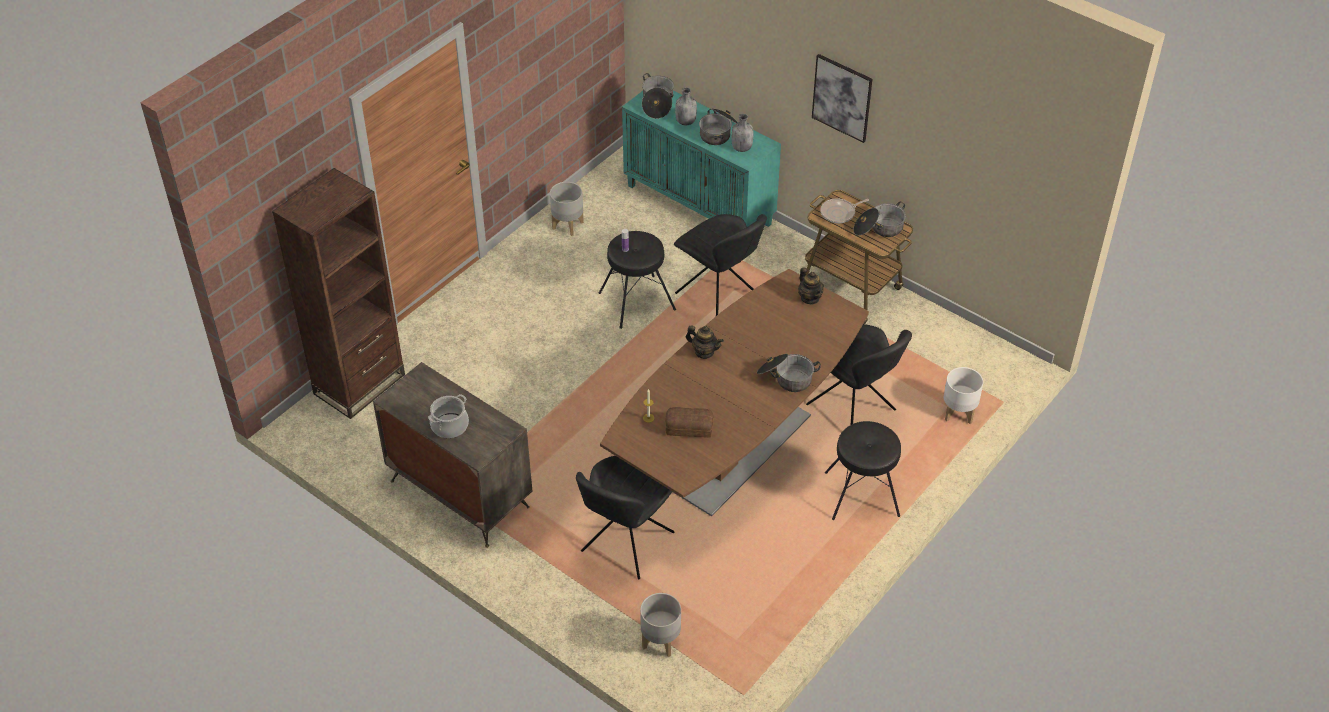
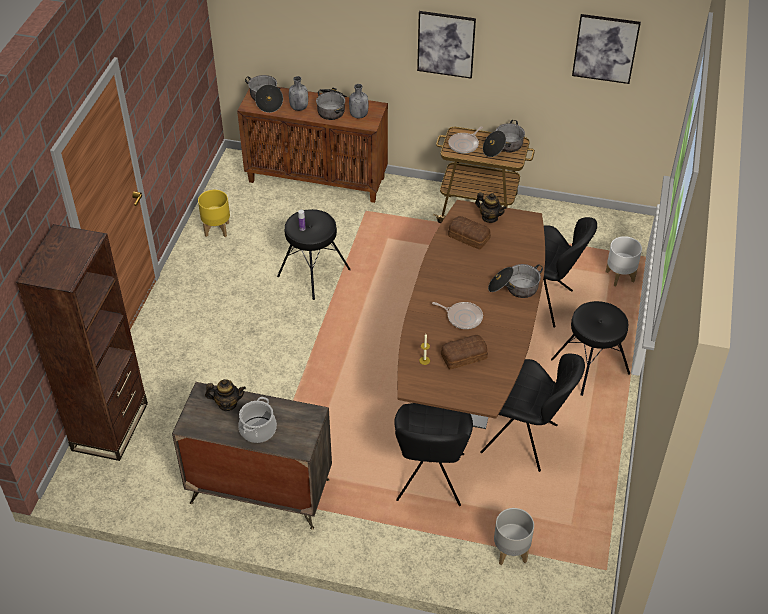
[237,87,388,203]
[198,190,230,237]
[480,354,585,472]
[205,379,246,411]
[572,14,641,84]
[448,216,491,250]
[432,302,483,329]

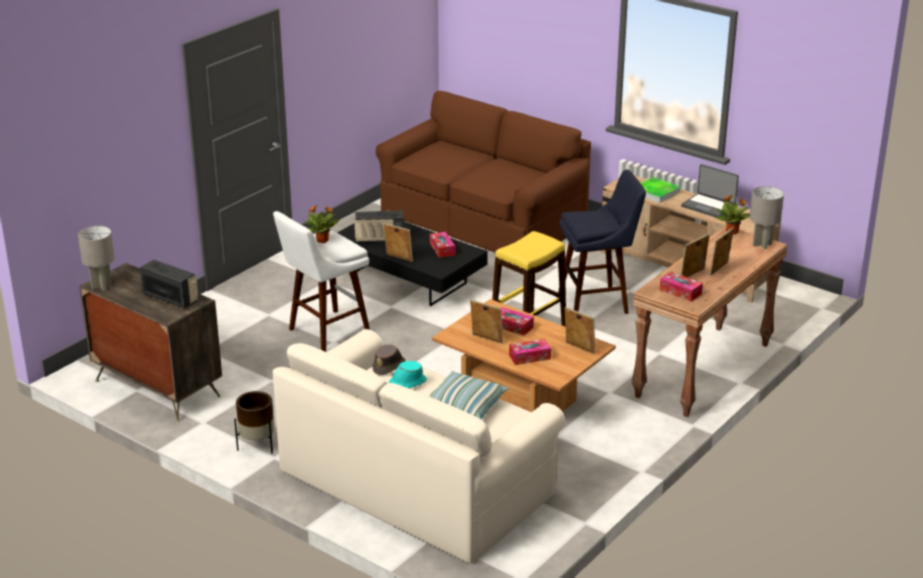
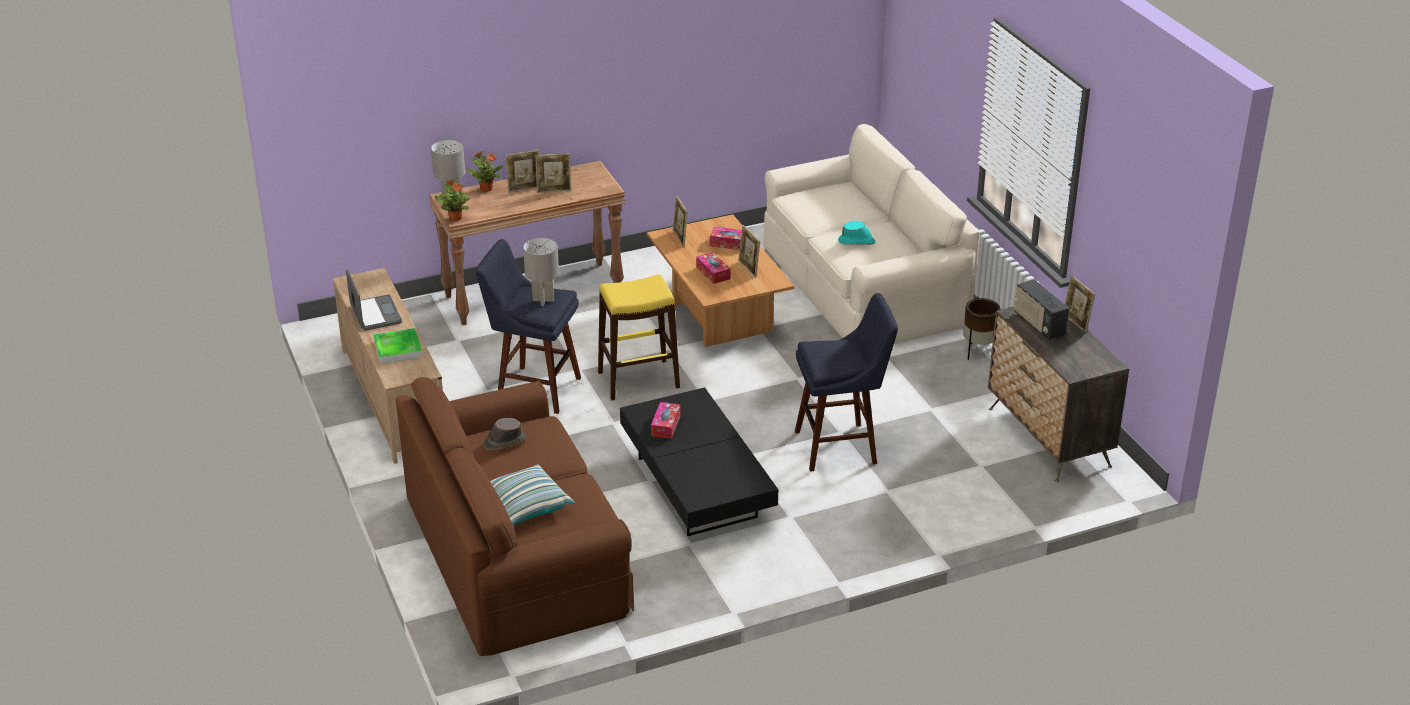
[467,151,504,192]
[355,210,404,243] (first image)
[795,293,898,472]
[1065,275,1095,333]
[523,238,559,306]
[660,272,703,302] (first image)
[484,418,527,450]
[490,464,574,525]

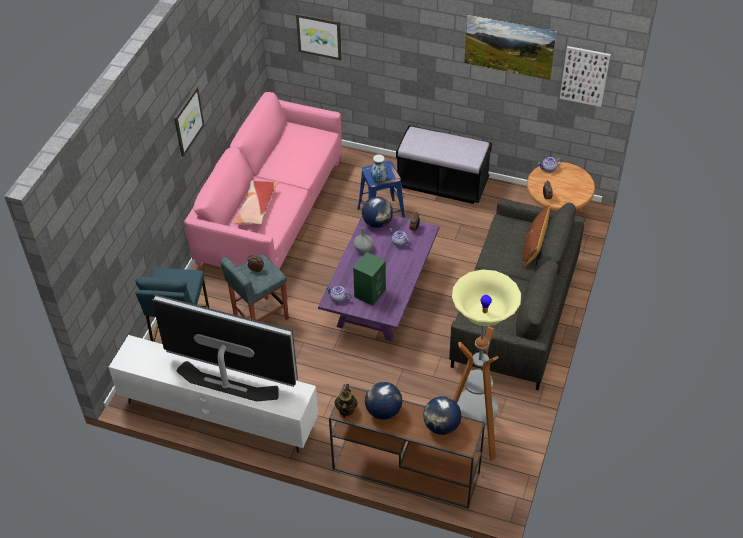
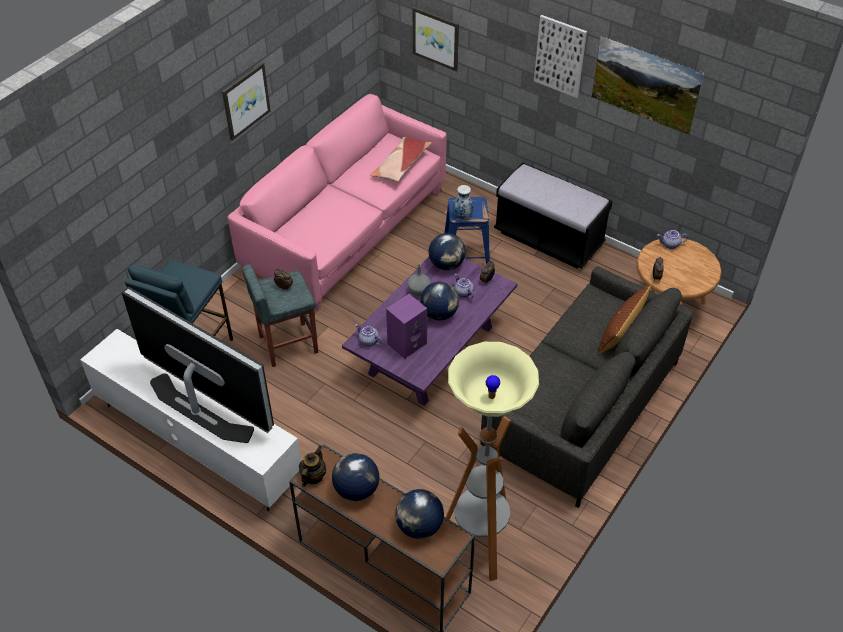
[534,15,587,98]
[370,137,432,181]
[386,294,427,359]
[420,282,459,321]

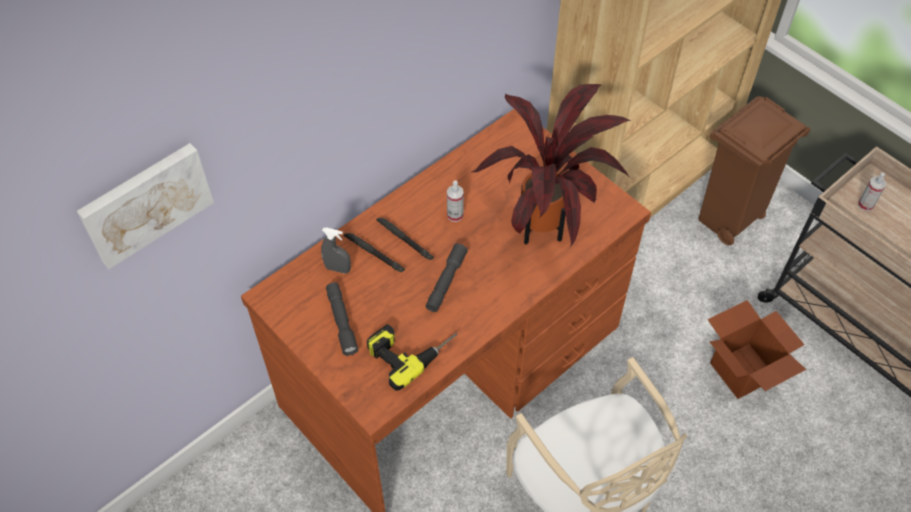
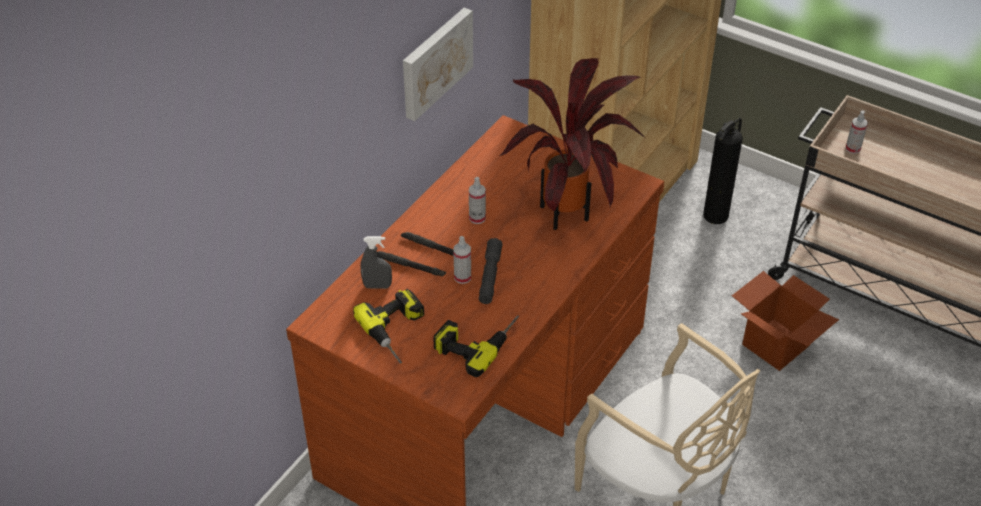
[703,118,743,224]
[403,8,473,121]
[353,289,424,363]
[453,236,471,284]

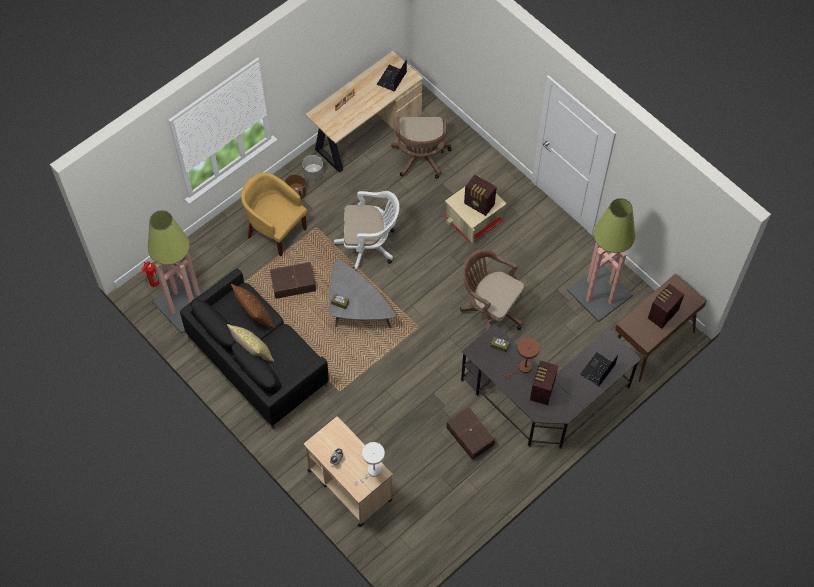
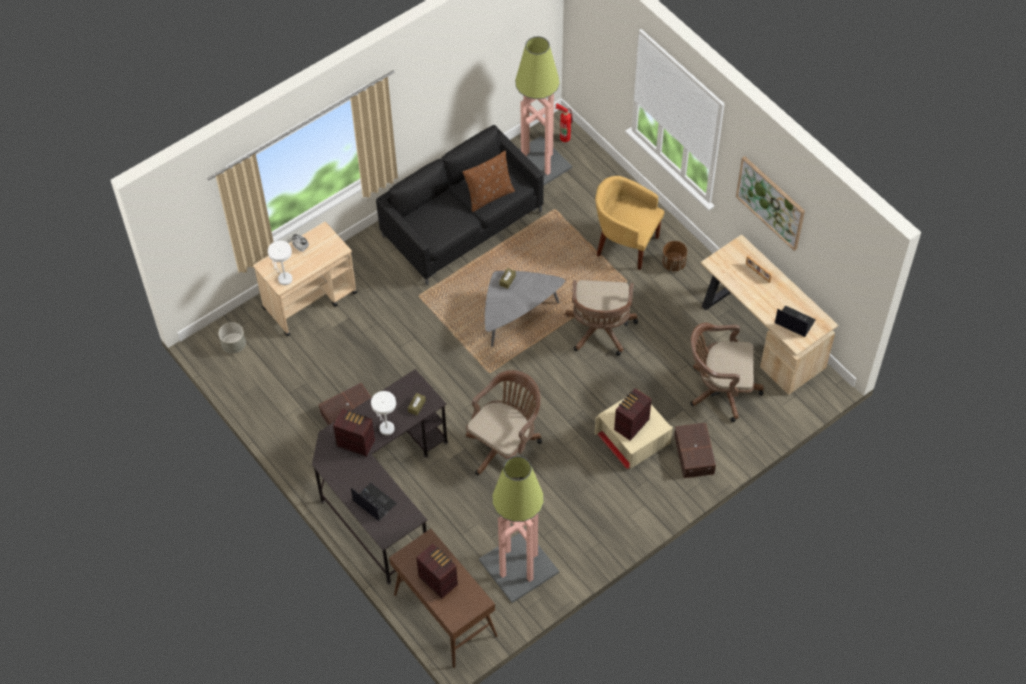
[218,322,246,354]
[595,176,665,270]
[565,280,638,356]
[674,423,716,478]
[227,324,274,362] (first image)
[371,391,396,435]
[736,156,805,251]

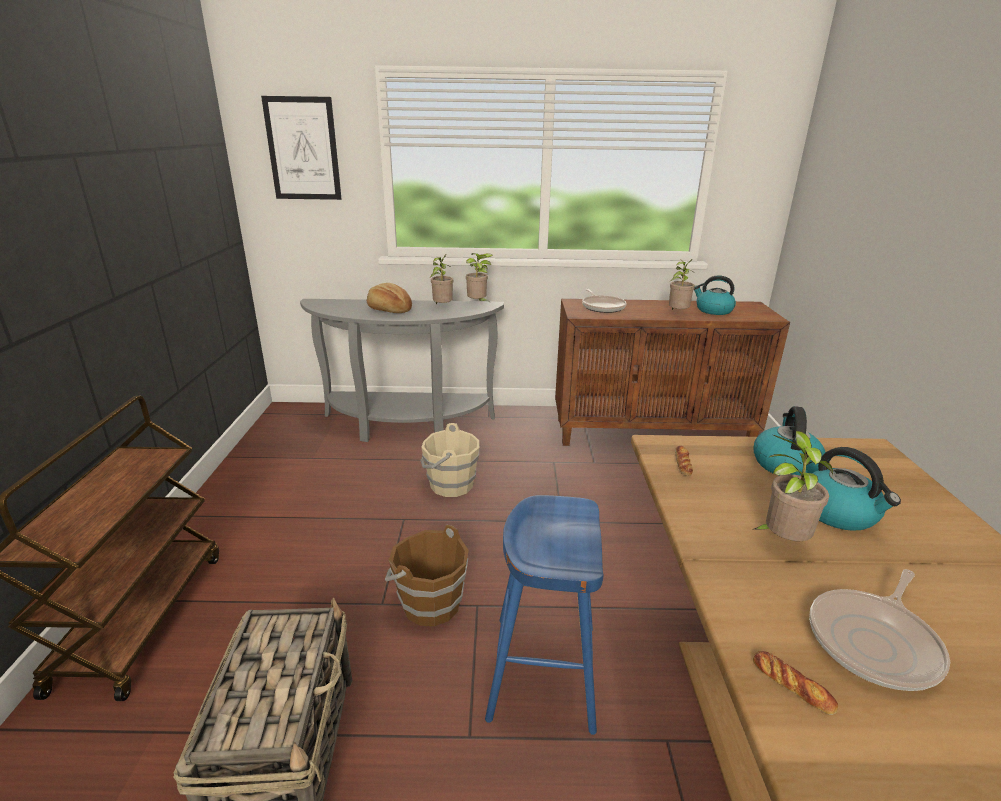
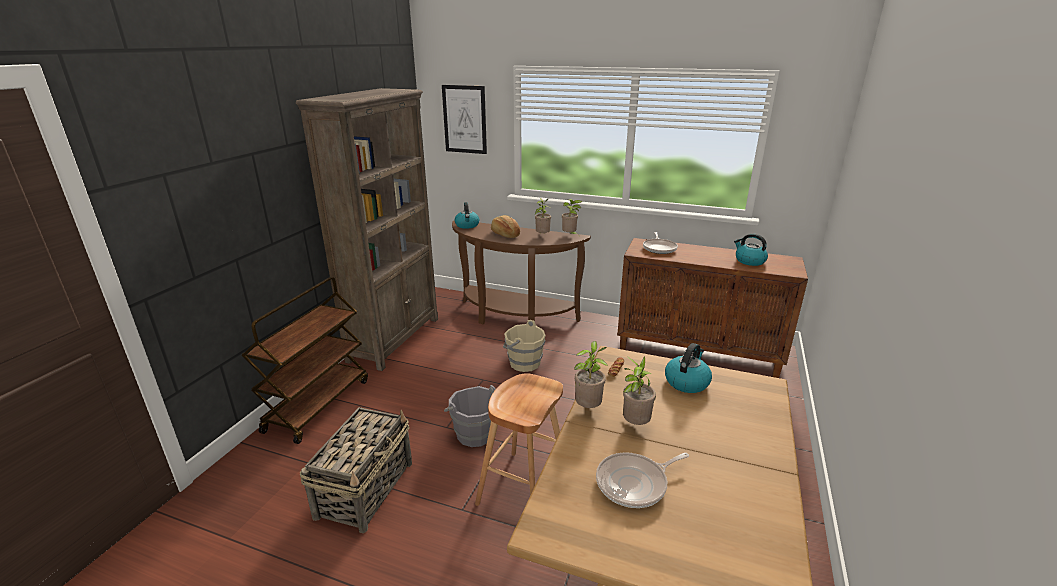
[574,341,608,408]
[452,221,591,324]
[454,202,479,229]
[475,373,563,506]
[444,385,496,447]
[753,651,838,715] (first image)
[296,88,438,371]

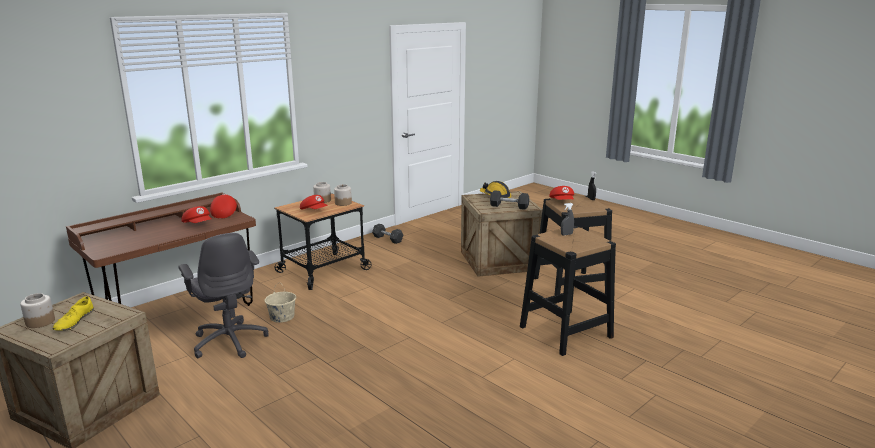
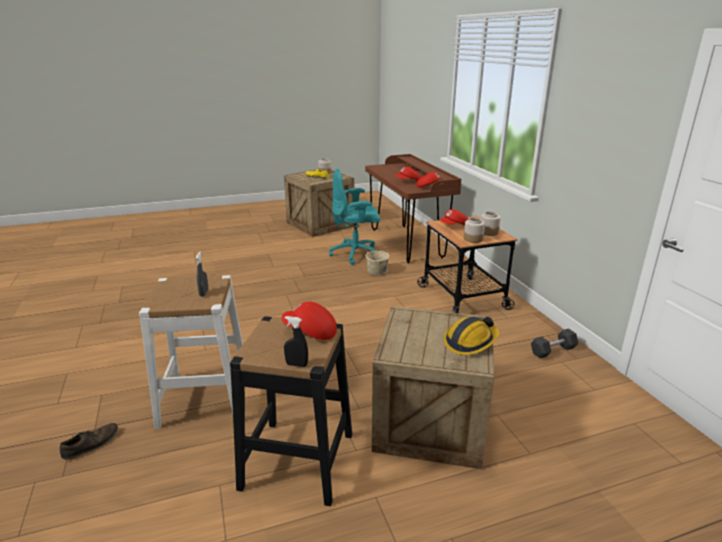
[490,190,529,210] (first image)
[139,275,243,429]
[329,169,380,265]
[60,423,118,460]

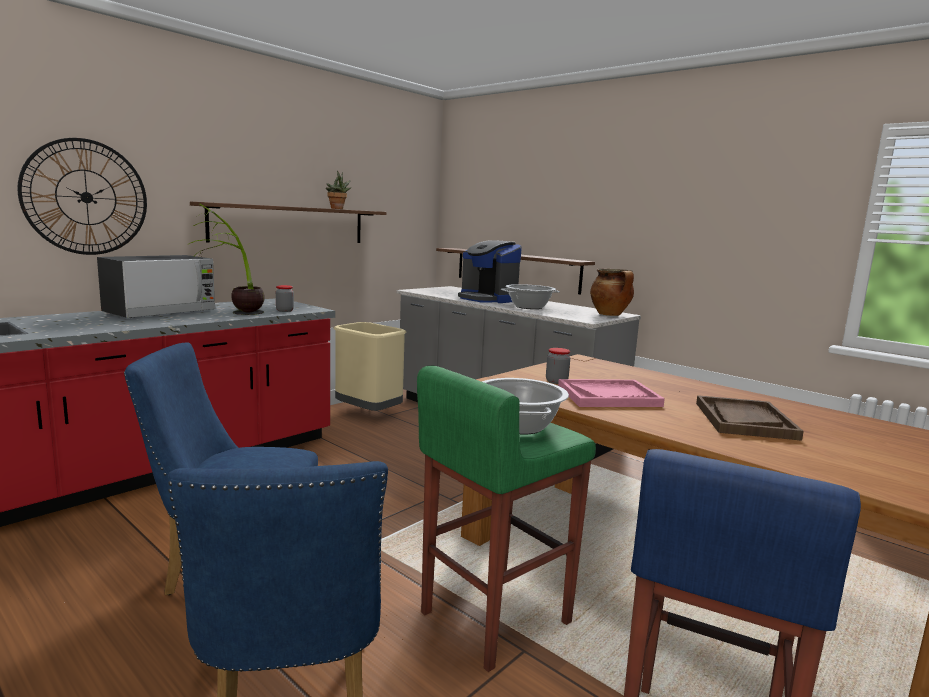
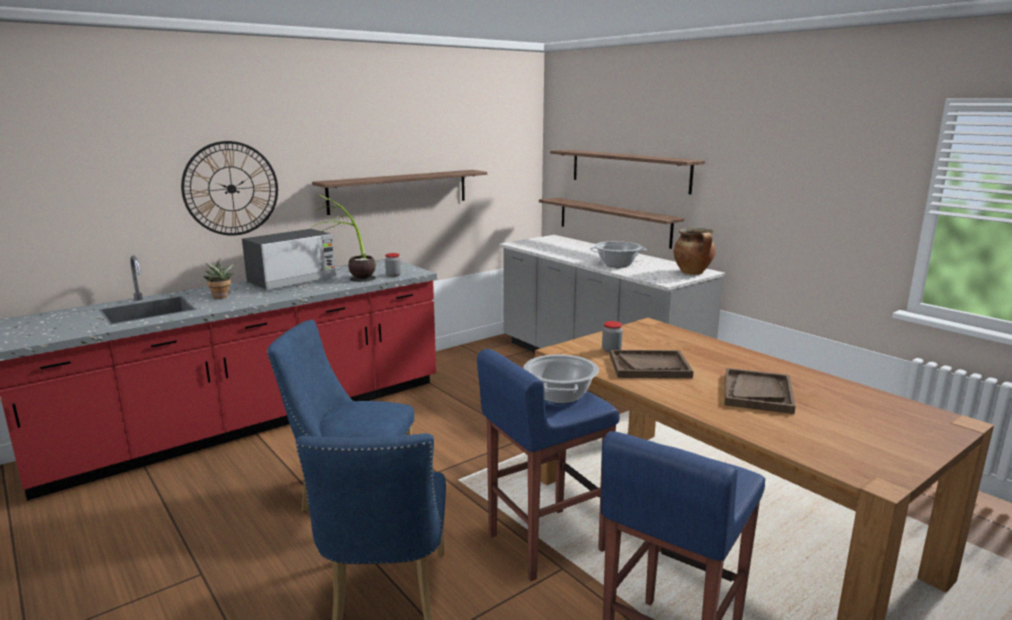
[203,259,235,299]
[458,240,522,303] (first image)
[334,322,407,411] (first image)
[477,349,620,581]
[610,350,694,378]
[550,150,705,195]

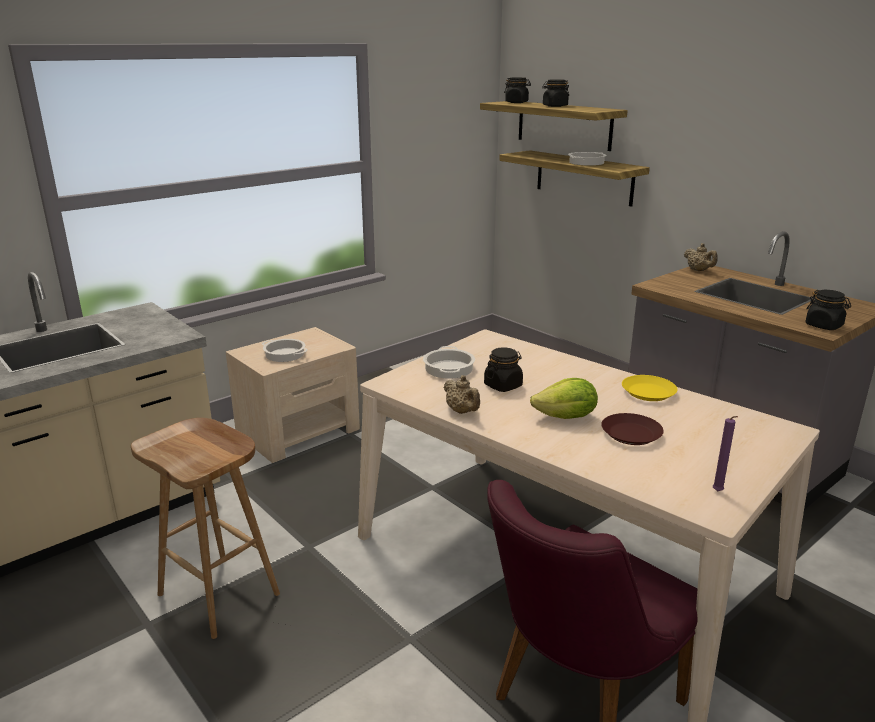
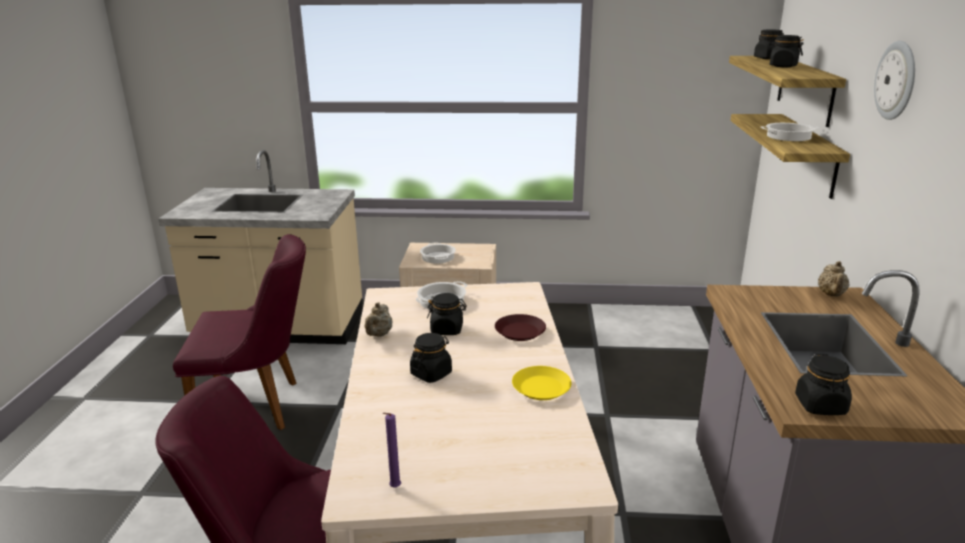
[410,333,452,383]
[495,314,546,341]
[173,234,306,430]
[874,41,915,120]

